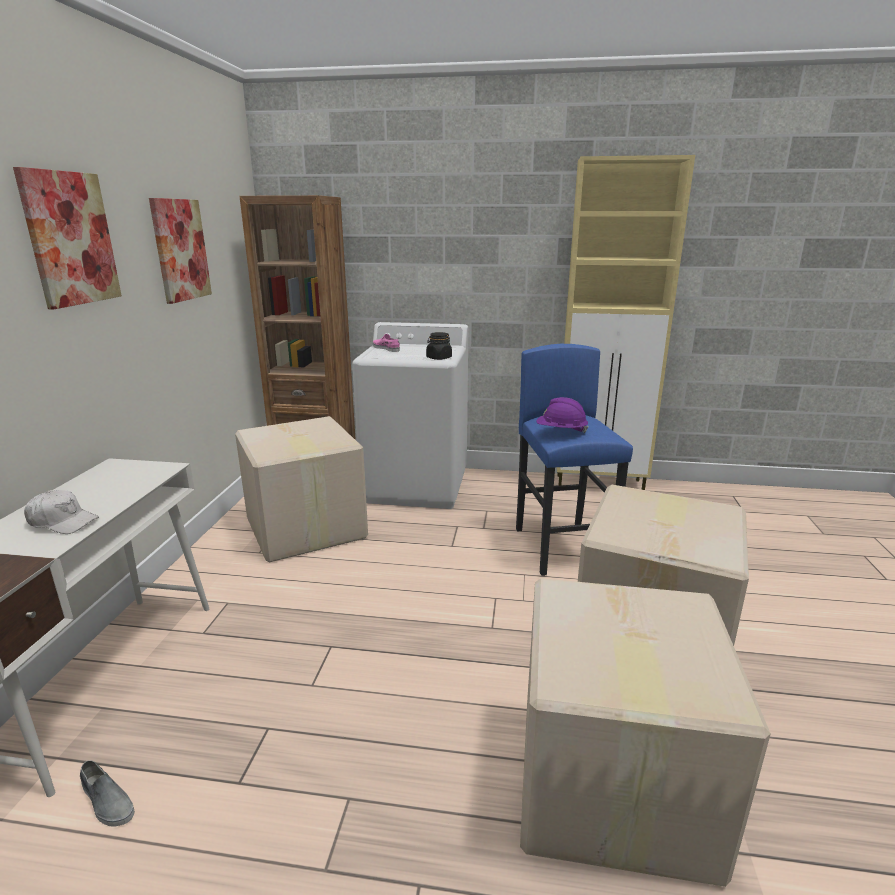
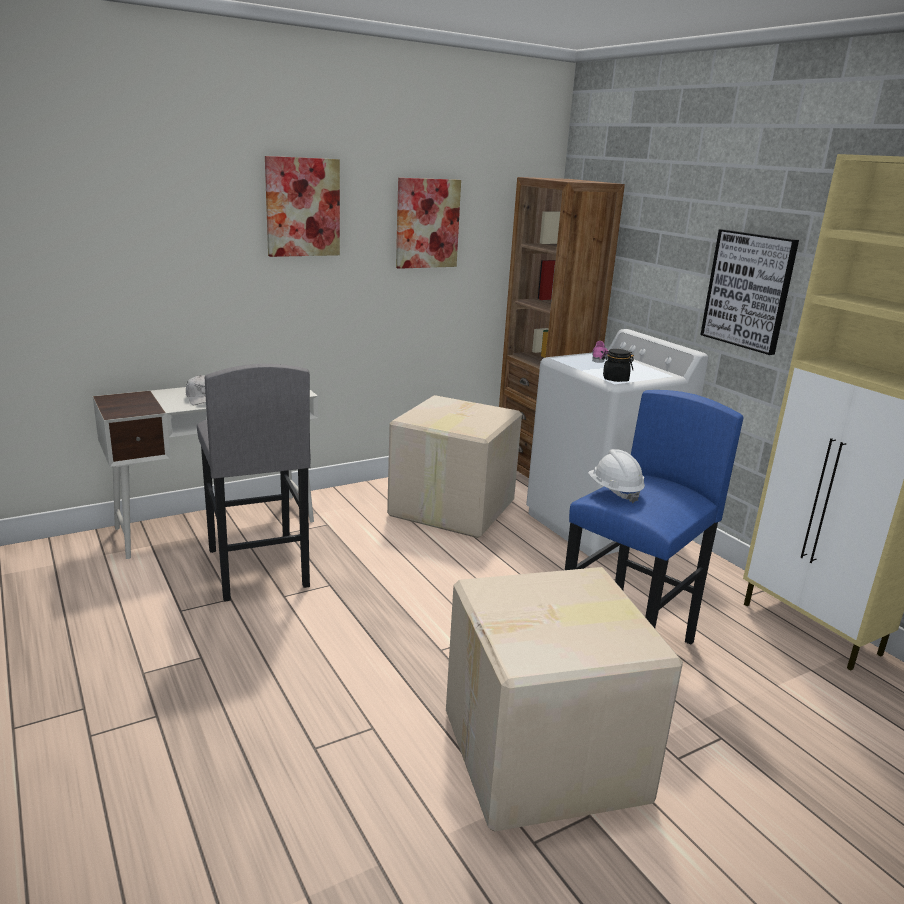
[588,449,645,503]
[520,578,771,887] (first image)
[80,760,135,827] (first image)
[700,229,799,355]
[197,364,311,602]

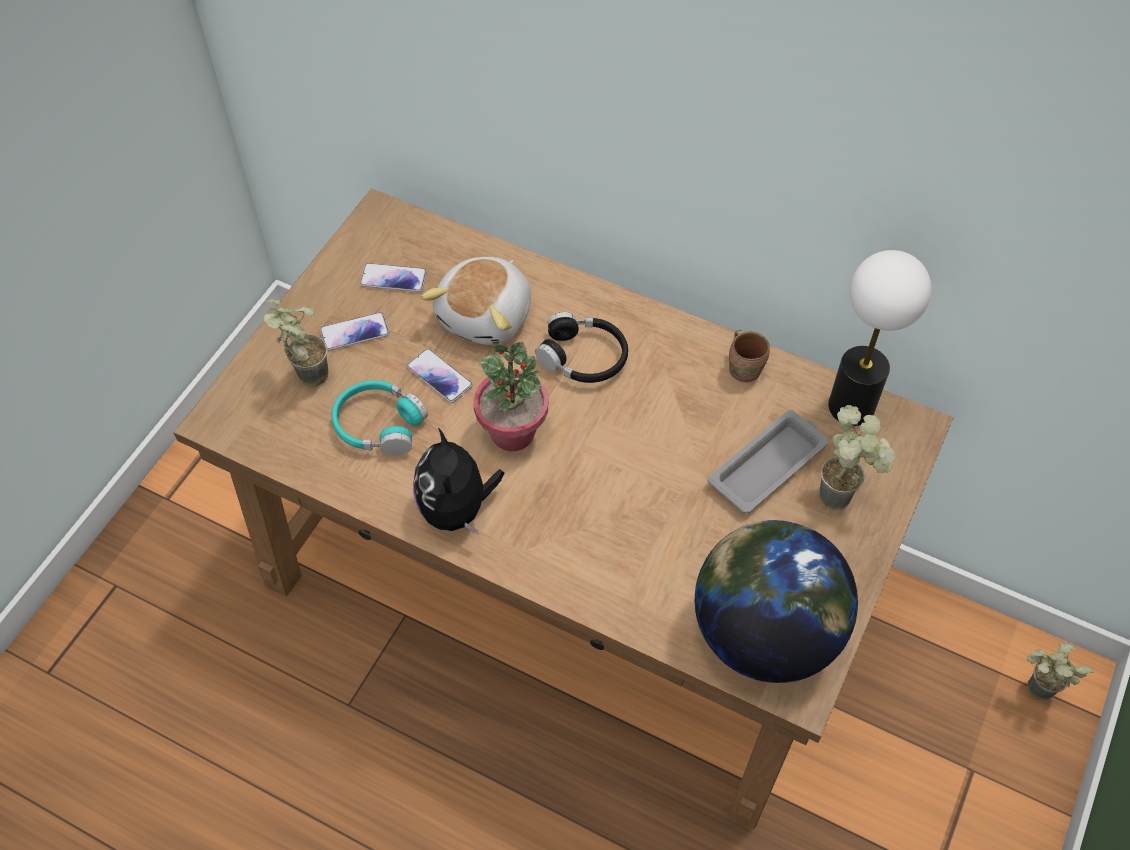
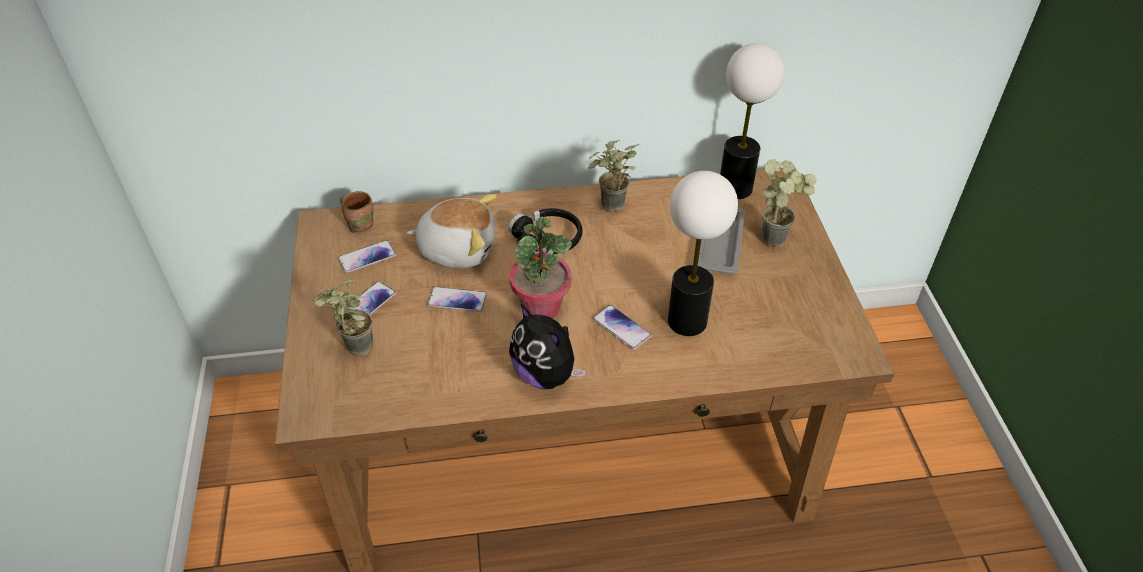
[407,194,497,268]
[340,191,374,234]
[331,380,428,455] (first image)
[695,520,858,683] (first image)
[588,140,640,213]
[668,171,738,336]
[593,305,651,350]

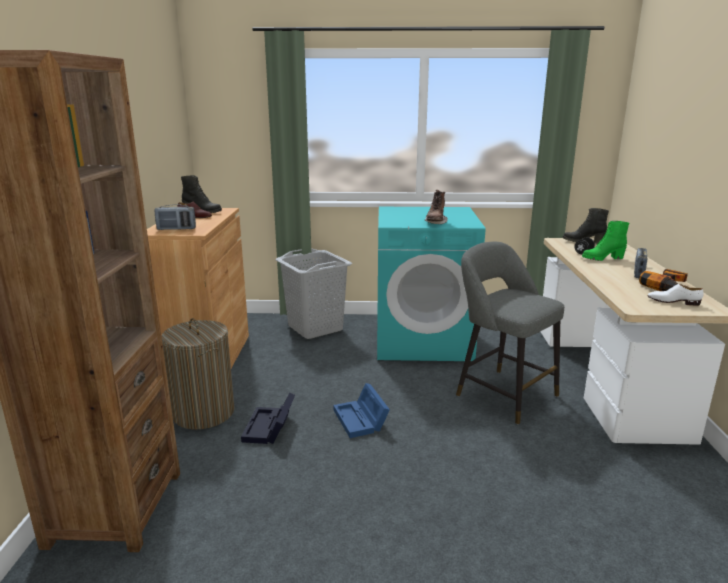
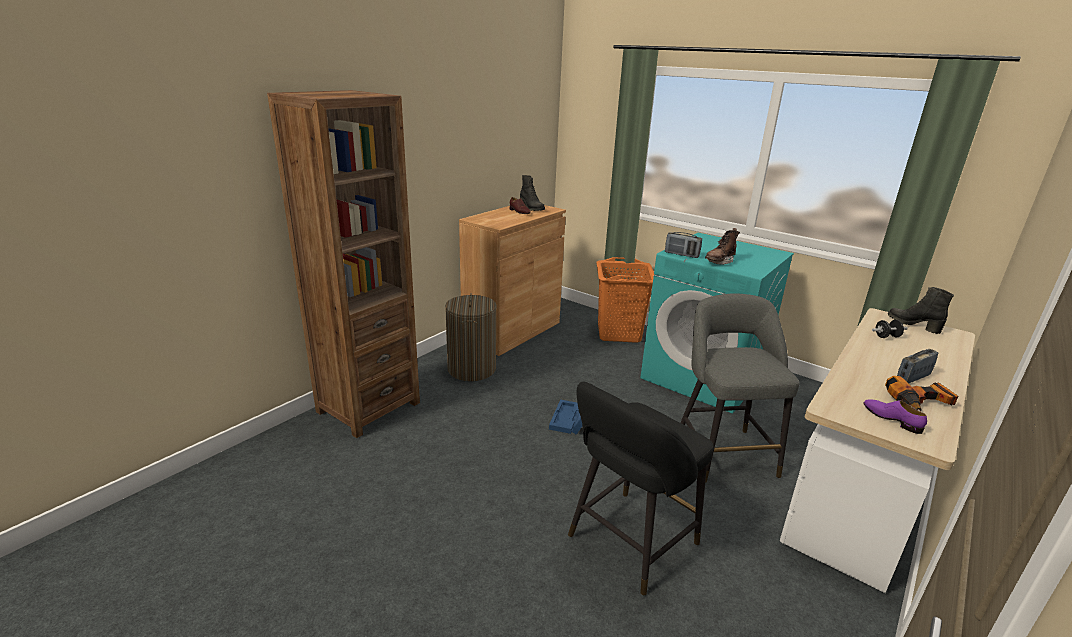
[665,232,702,258]
[582,221,629,261] (first image)
[596,257,654,343]
[864,400,927,434]
[241,393,295,444] (first image)
[568,381,713,596]

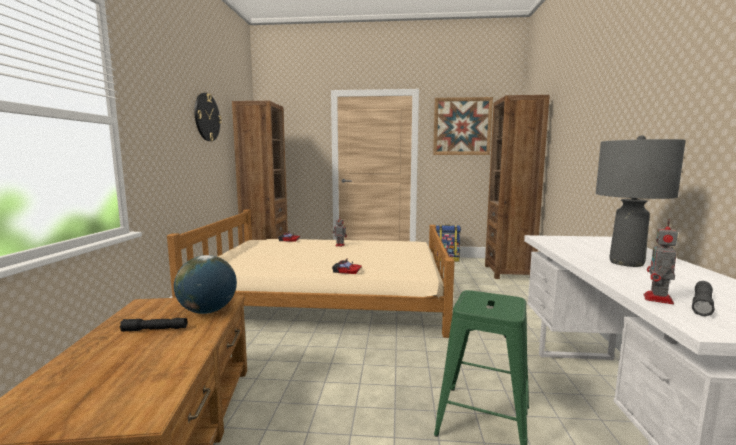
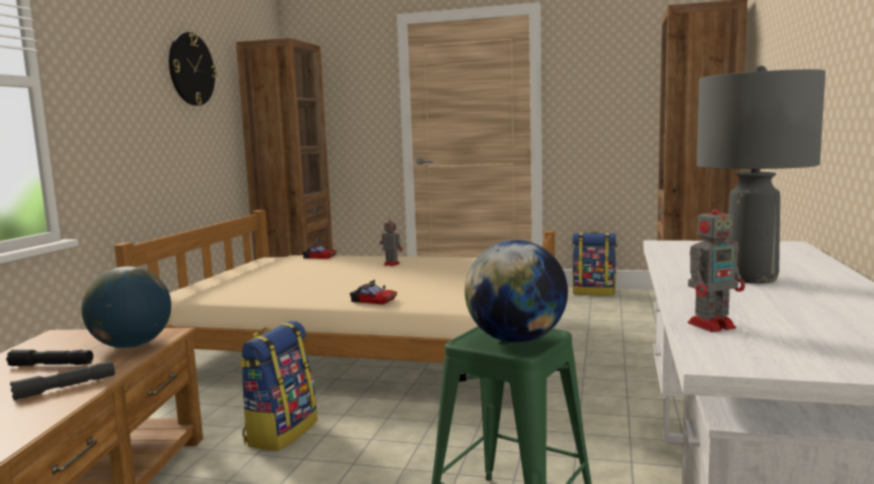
[433,97,493,155] (first image)
[688,198,745,332]
[10,361,115,401]
[465,240,568,343]
[239,321,317,451]

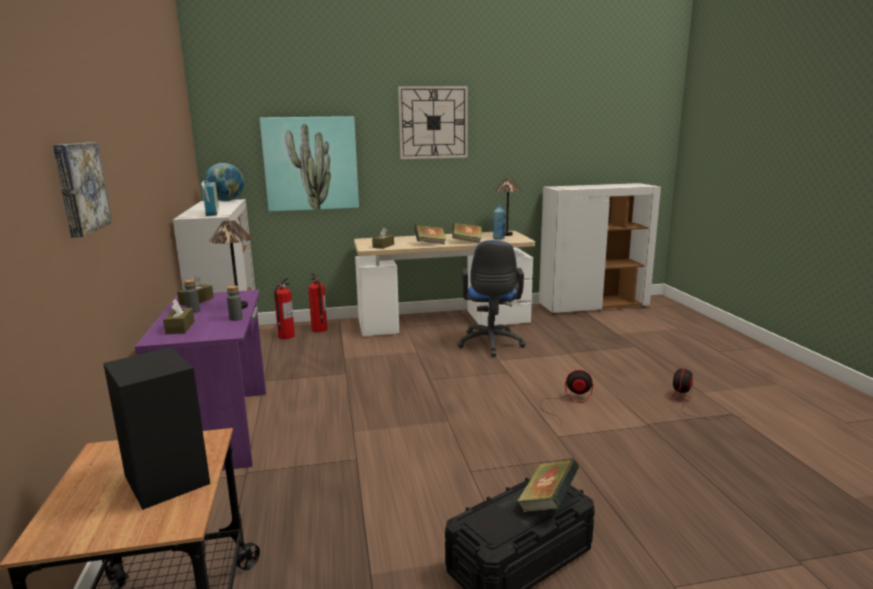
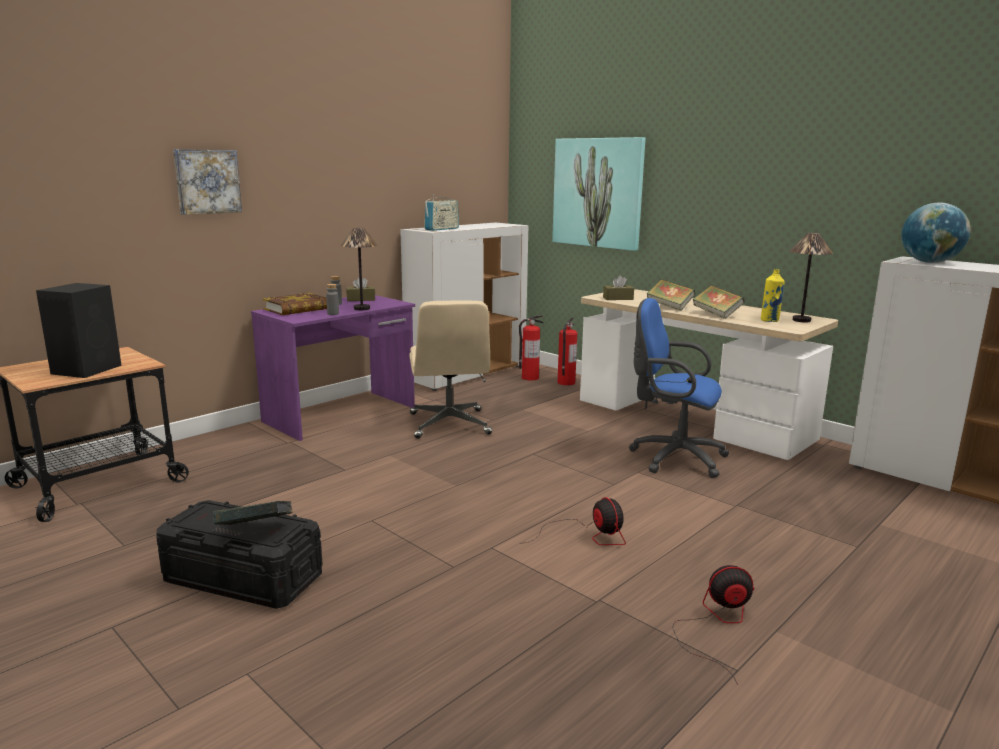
[398,86,468,159] (first image)
[901,202,971,263]
[761,269,785,322]
[629,298,729,478]
[263,293,327,315]
[409,300,492,439]

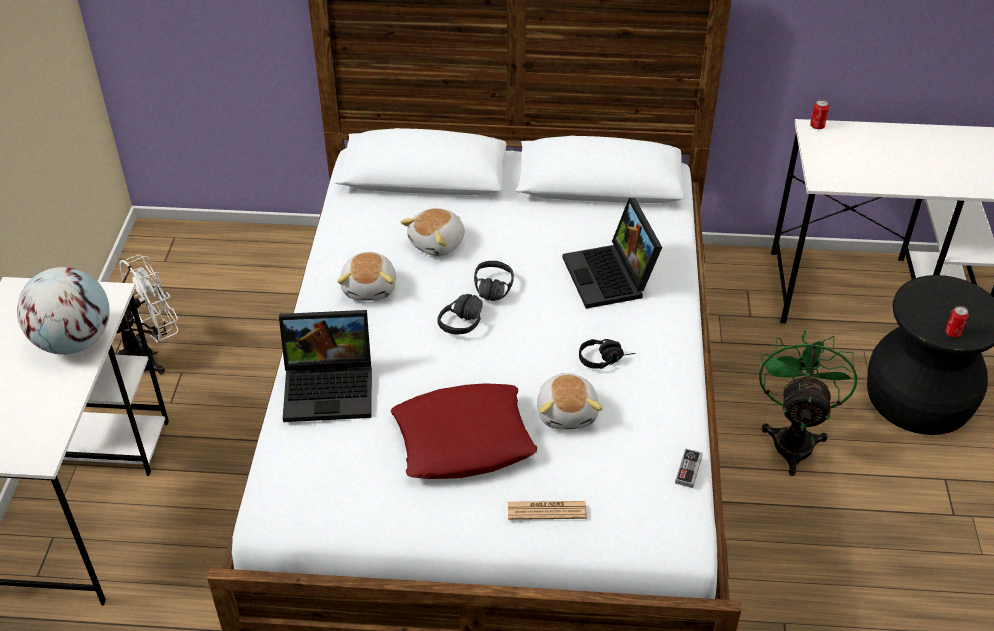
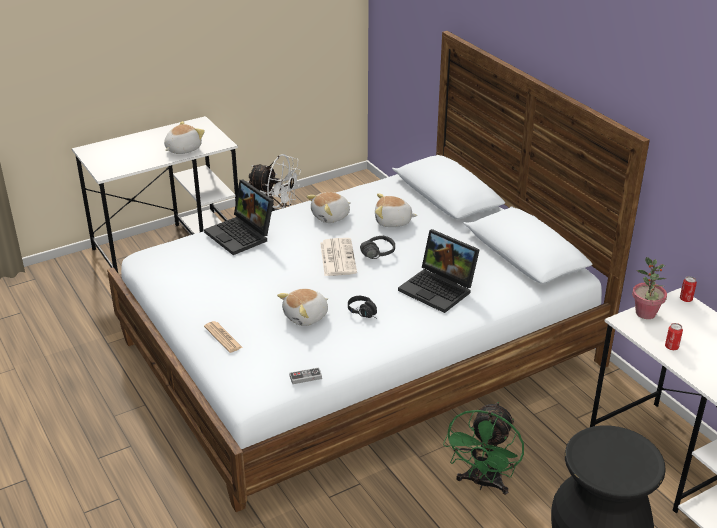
[398,229,480,313]
[164,121,205,154]
[320,238,357,276]
[665,323,683,350]
[443,402,524,495]
[391,384,537,479] (first image)
[632,257,667,319]

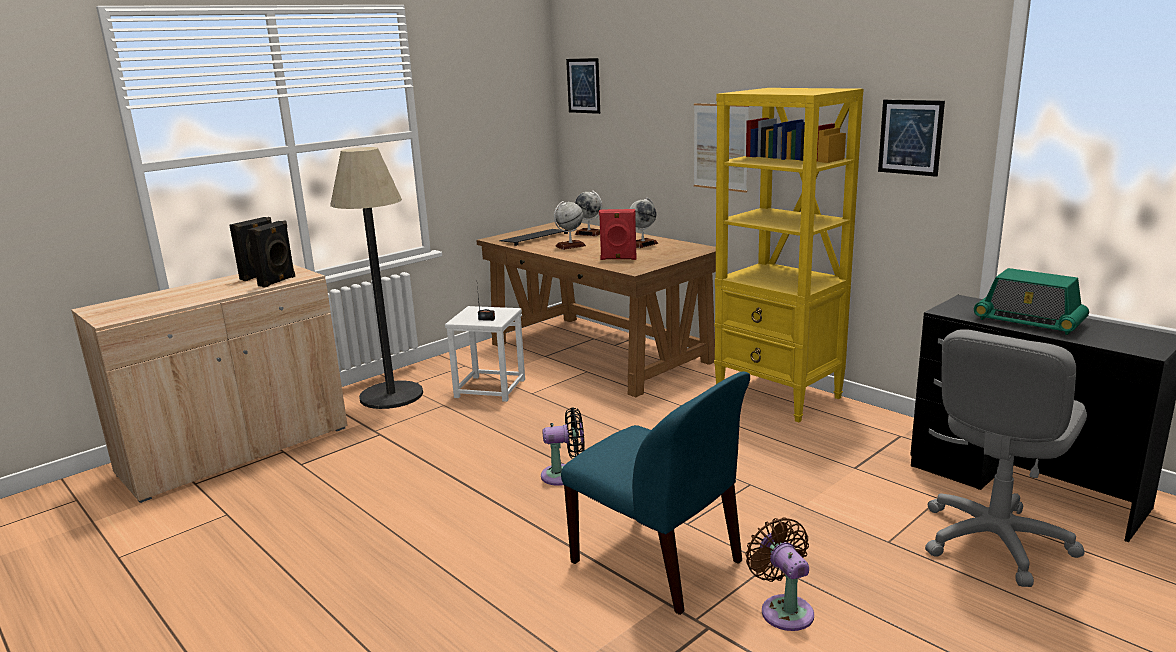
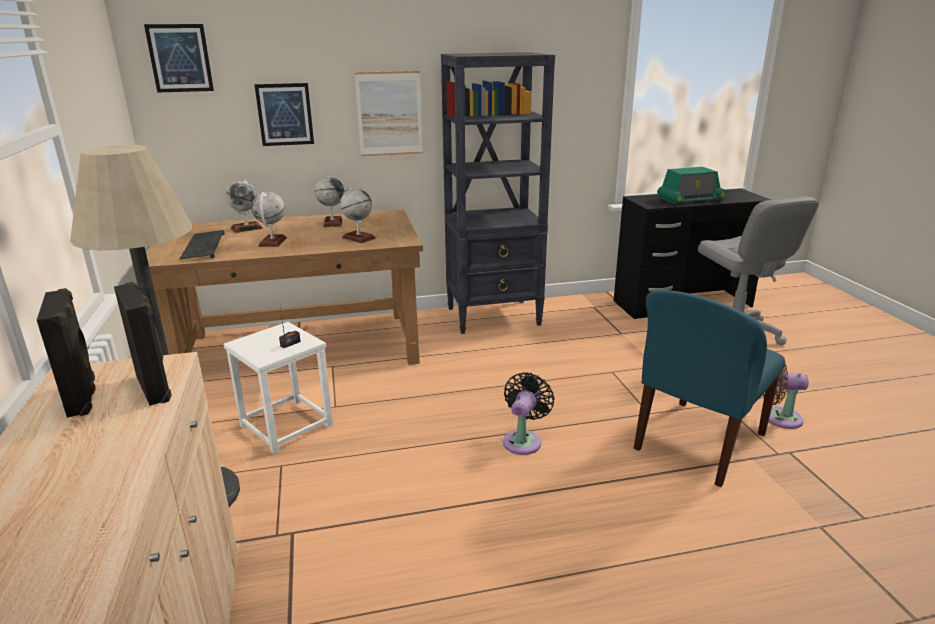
[441,52,555,334]
[254,83,314,146]
[340,186,376,243]
[634,290,785,487]

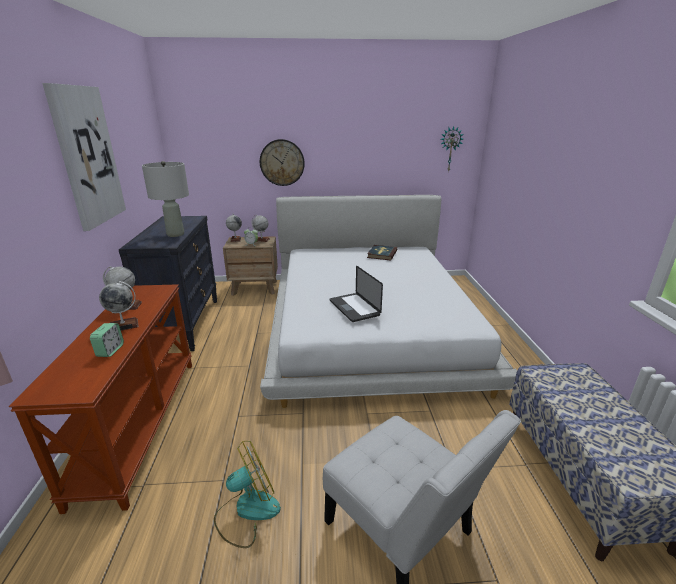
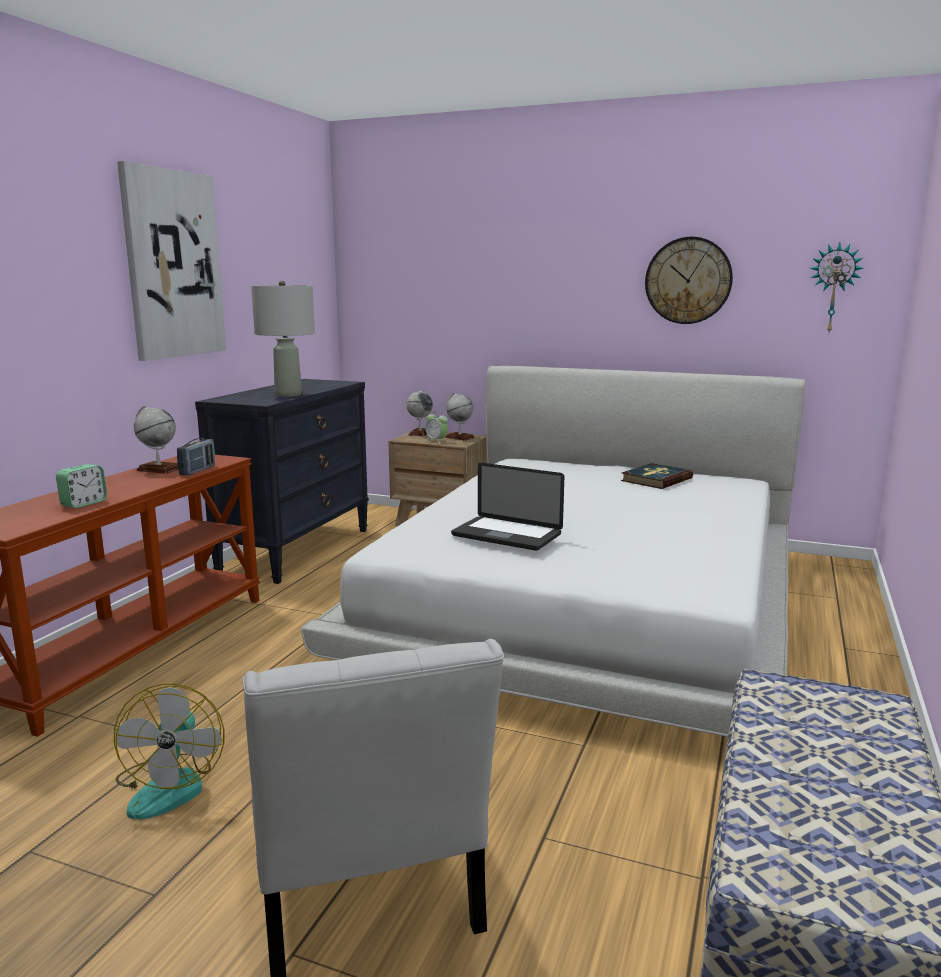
[645,237,733,324]
[451,463,564,551]
[99,281,139,331] (first image)
[114,684,224,819]
[177,438,215,475]

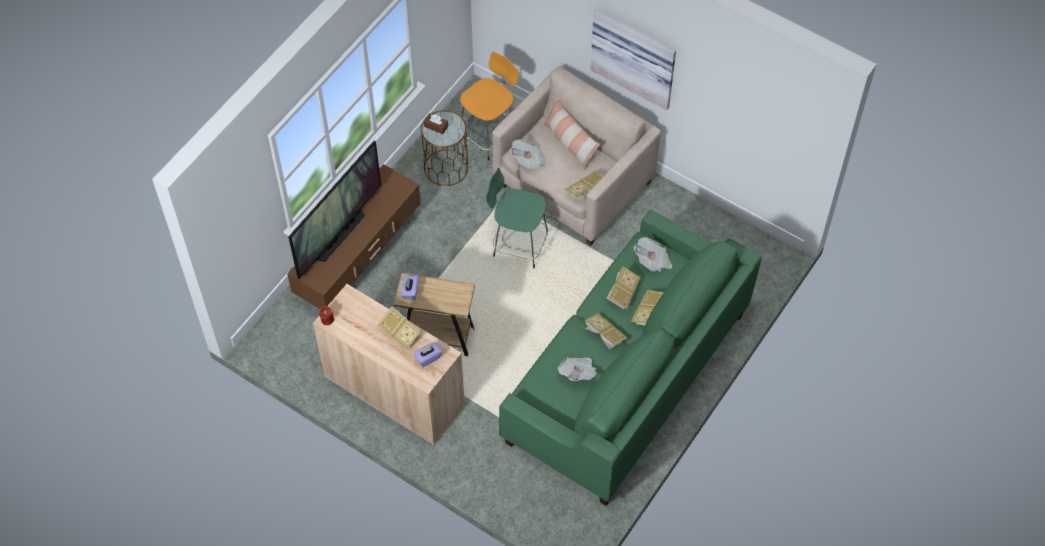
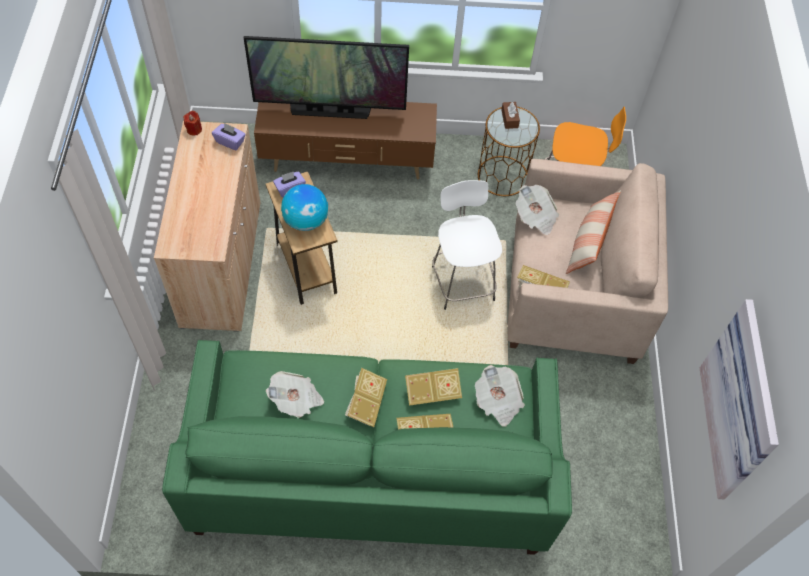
[700,299,779,499]
[432,180,502,310]
[378,306,421,349] (first image)
[212,123,246,150]
[281,184,328,231]

